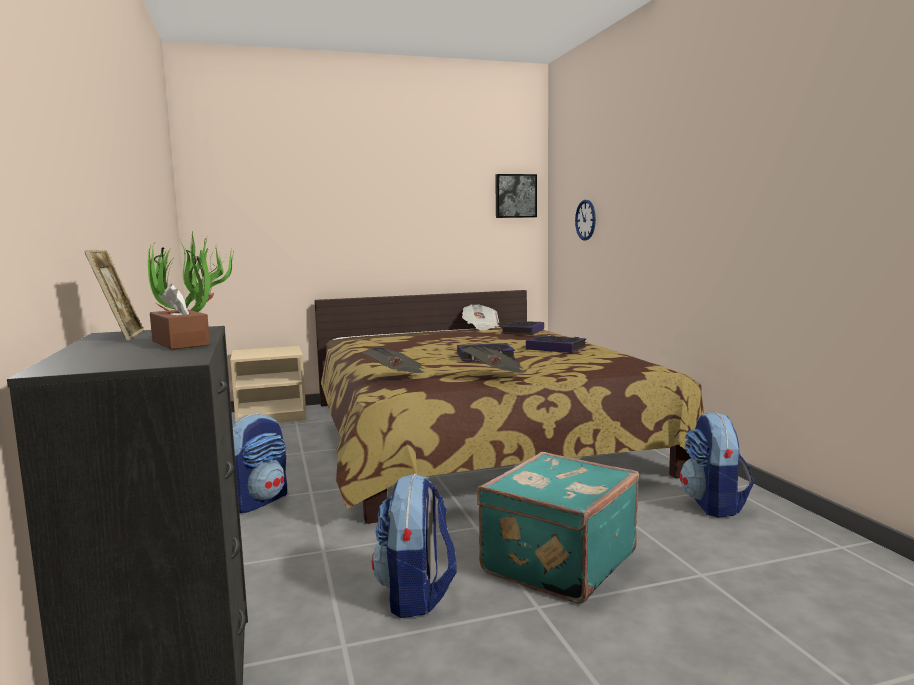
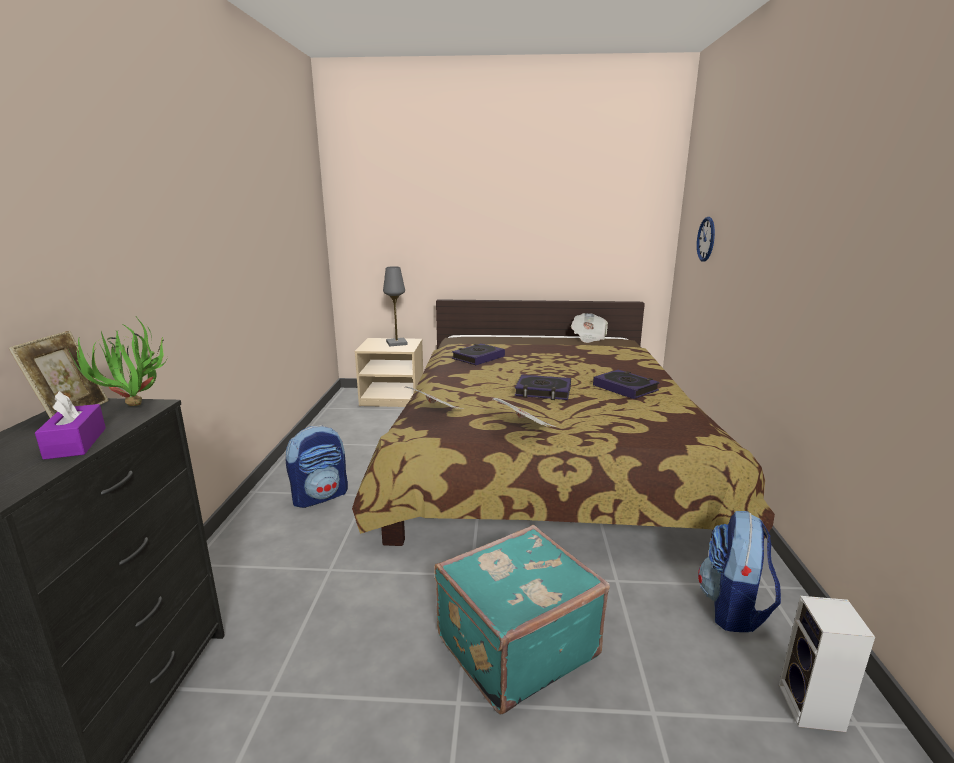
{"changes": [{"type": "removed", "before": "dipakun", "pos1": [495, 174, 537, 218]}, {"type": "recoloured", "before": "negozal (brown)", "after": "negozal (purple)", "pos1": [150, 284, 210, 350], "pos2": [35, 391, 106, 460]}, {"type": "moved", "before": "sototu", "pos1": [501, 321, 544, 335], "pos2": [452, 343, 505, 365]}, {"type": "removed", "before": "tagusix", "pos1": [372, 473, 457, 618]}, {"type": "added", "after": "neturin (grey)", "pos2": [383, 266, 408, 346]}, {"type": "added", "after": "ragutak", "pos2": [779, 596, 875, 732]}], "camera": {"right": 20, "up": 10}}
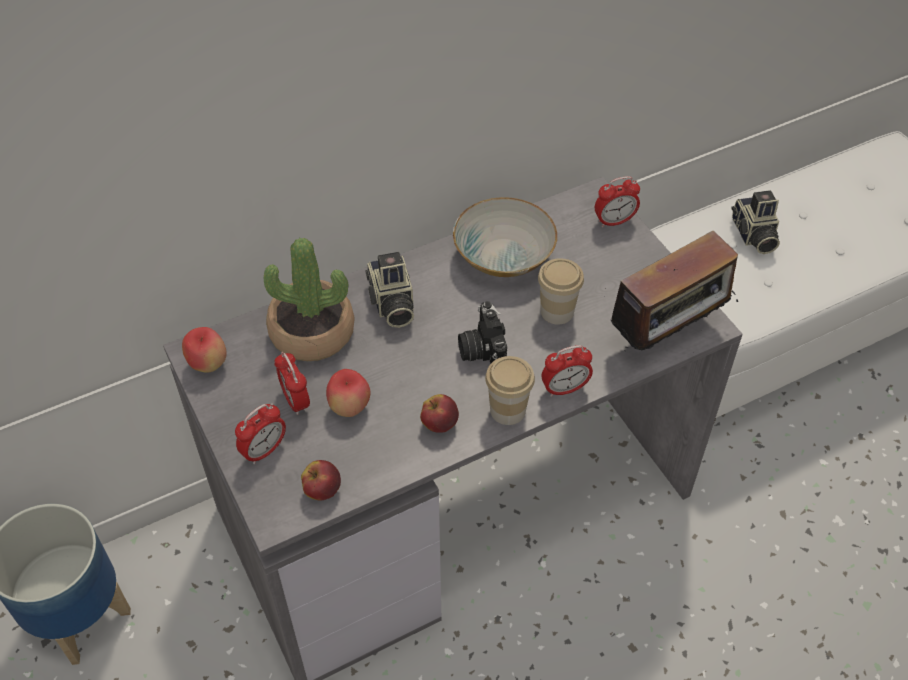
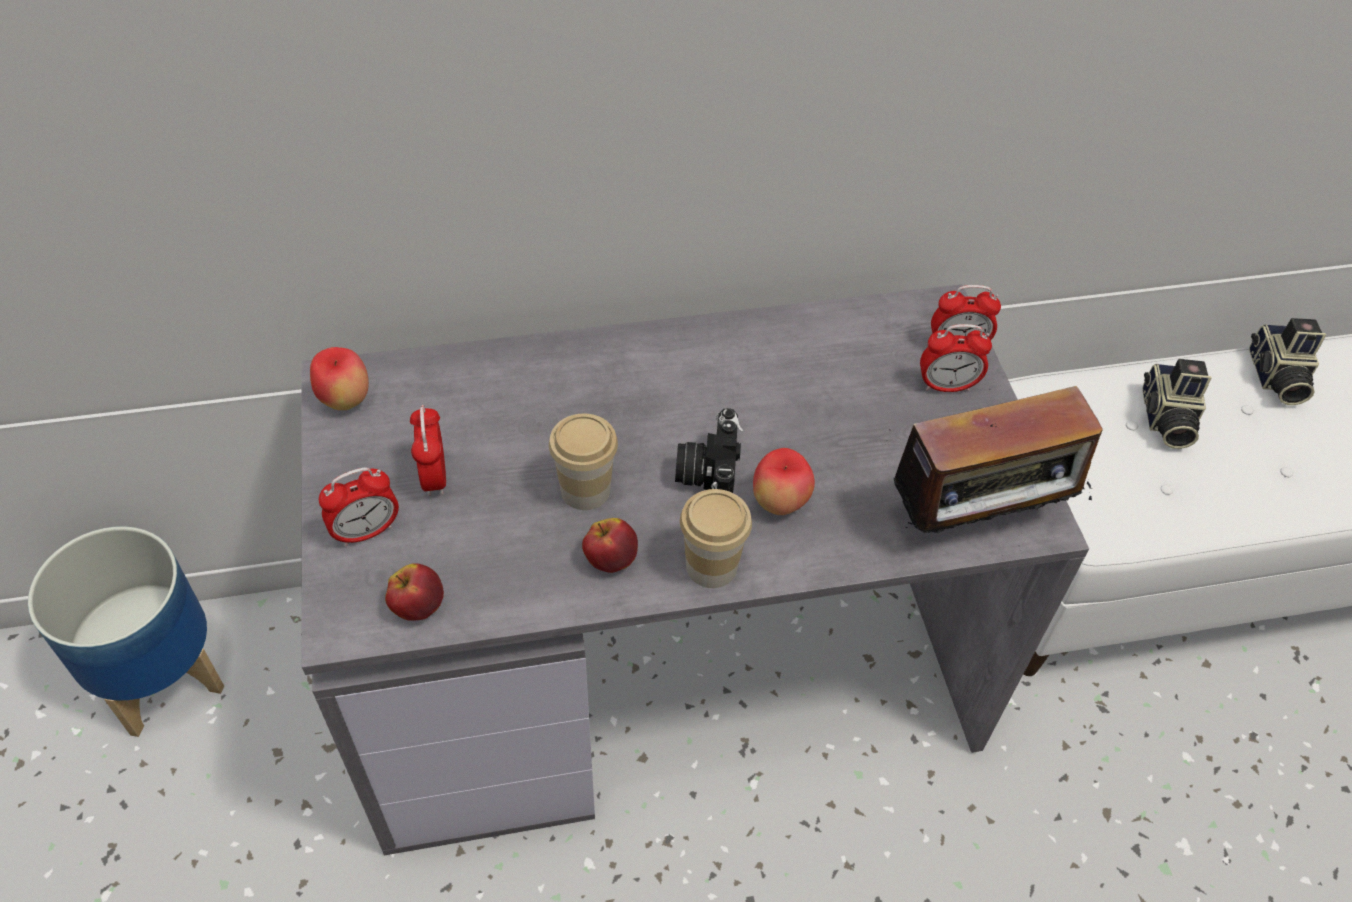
{"changes": [{"type": "removed", "before": "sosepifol", "pos1": [453, 197, 557, 277]}, {"type": "removed", "before": "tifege", "pos1": [263, 238, 355, 361]}, {"type": "moved", "before": "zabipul", "pos1": [365, 252, 414, 328], "pos2": [1249, 318, 1326, 405]}, {"type": "moved", "before": "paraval", "pos1": [538, 258, 584, 325], "pos2": [549, 414, 618, 510]}, {"type": "moved", "before": "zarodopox", "pos1": [542, 345, 593, 397], "pos2": [920, 324, 992, 392]}, {"type": "moved", "before": "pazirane", "pos1": [326, 369, 371, 417], "pos2": [753, 448, 815, 515]}], "camera": {"right": 15, "up": 0}}
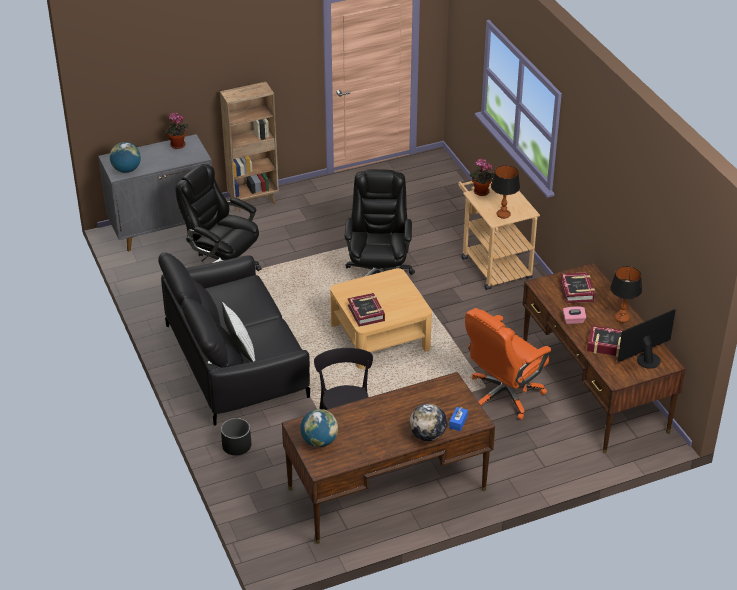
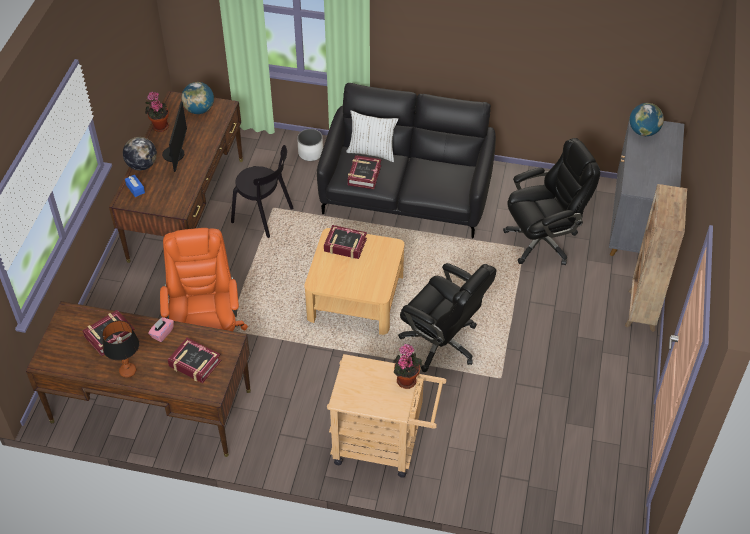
{"changes": [{"type": "moved", "before": "tifege", "pos1": [164, 113, 188, 149], "pos2": [145, 92, 169, 132]}, {"type": "removed", "before": "neturin", "pos1": [491, 165, 520, 219]}, {"type": "moved", "before": "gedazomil", "pos1": [618, 309, 676, 369], "pos2": [162, 101, 187, 172]}, {"type": "recoloured", "before": "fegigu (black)", "after": "fegigu (white)", "pos1": [221, 418, 251, 456], "pos2": [297, 129, 323, 161]}, {"type": "added", "after": "sototu", "pos2": [348, 155, 382, 189]}], "camera": {"right": 125, "up": 10}}
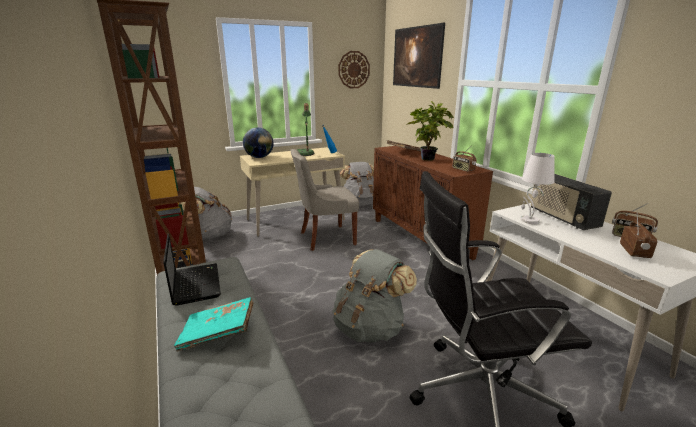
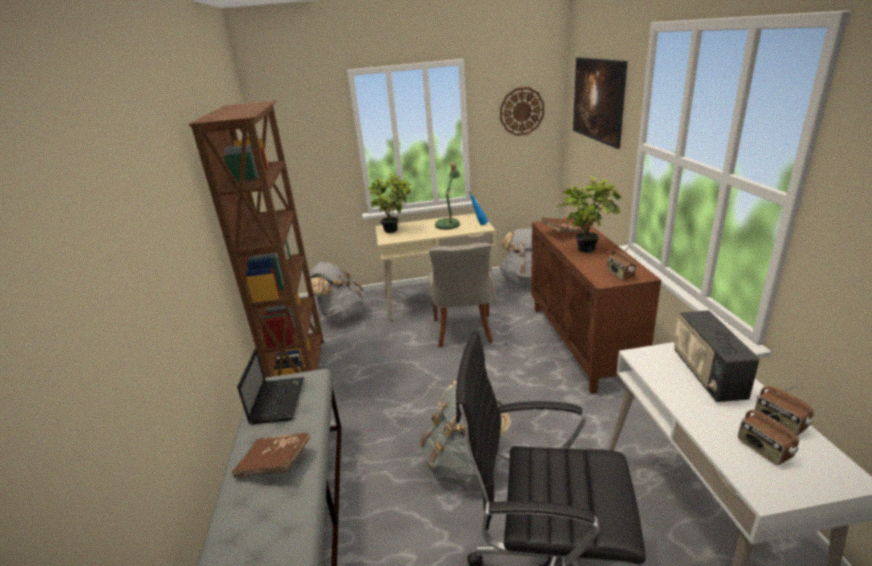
{"changes": [{"type": "replaced", "before": "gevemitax", "after": "tifege", "pos1": [243, 127, 274, 158], "pos2": [366, 173, 412, 233]}, {"type": "turned", "before": "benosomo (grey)", "pos1": [290, 149, 359, 251], "pos2": [429, 243, 493, 348], "turn": -90}, {"type": "removed", "before": "neturin (white)", "pos1": [521, 153, 555, 224]}, {"type": "turned", "before": "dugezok", "pos1": [620, 214, 657, 258], "pos2": [738, 410, 799, 465], "turn": 120}, {"type": "recoloured", "before": "sototu (turquoise)", "after": "sototu (brown)", "pos1": [174, 297, 253, 352], "pos2": [231, 433, 310, 478]}], "camera": {"right": 20, "up": 5}}
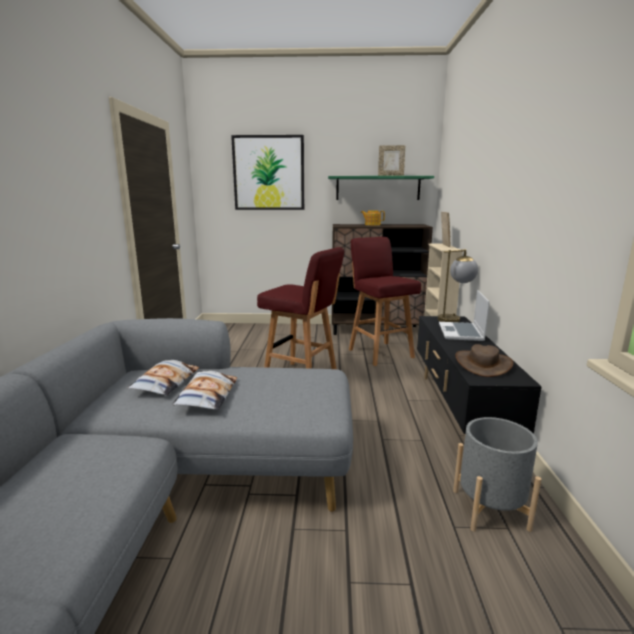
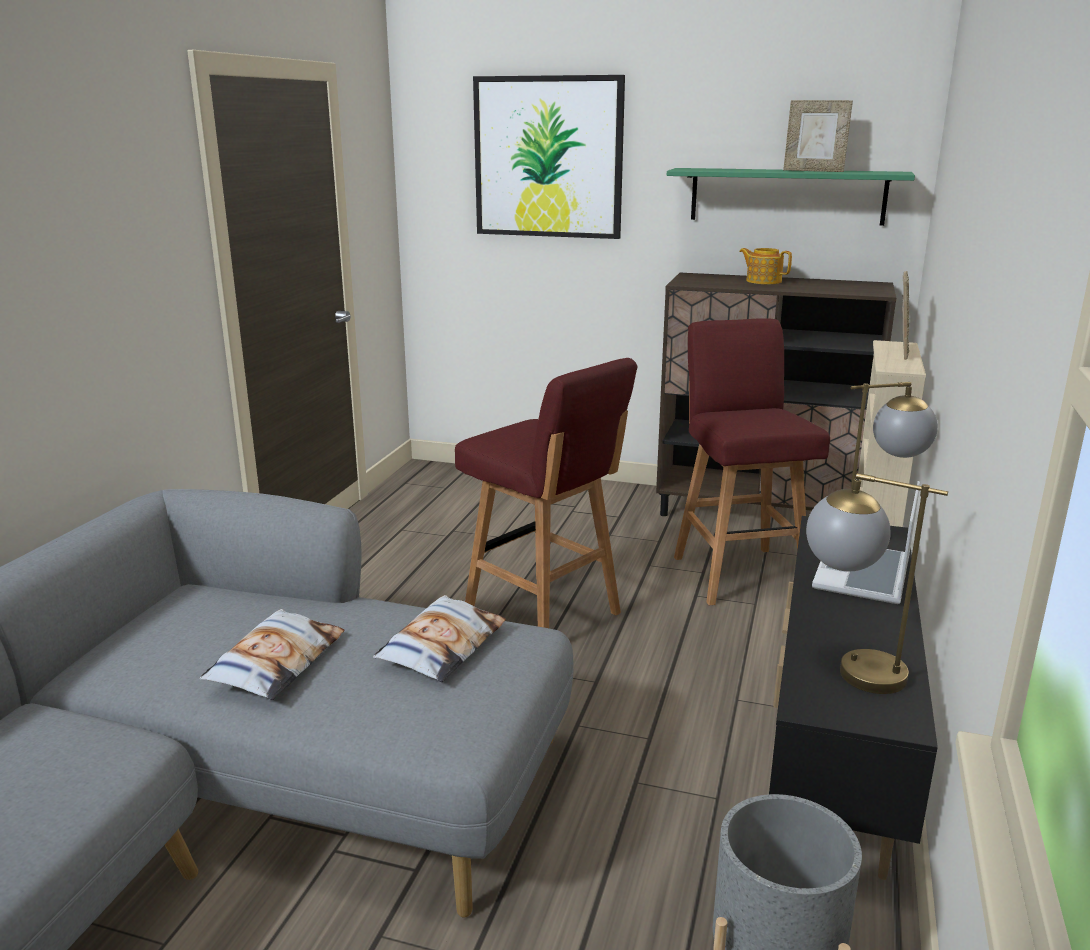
{"changes": [{"type": "replaced", "before": "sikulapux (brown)", "after": "neturin", "pos1": [455, 344, 513, 377], "pos2": [806, 473, 948, 694]}, {"type": "moved", "before": "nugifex", "pos1": [127, 360, 199, 395], "pos2": [373, 595, 506, 682]}], "camera": {"right": 15, "up": 5}}
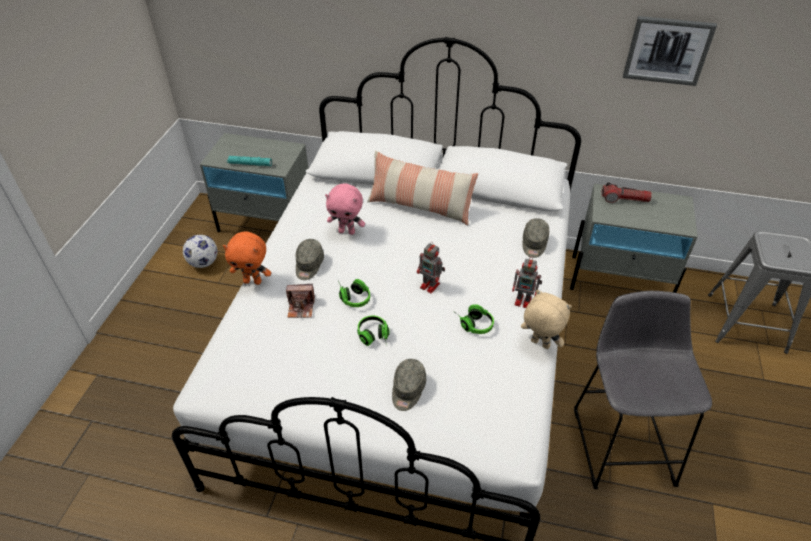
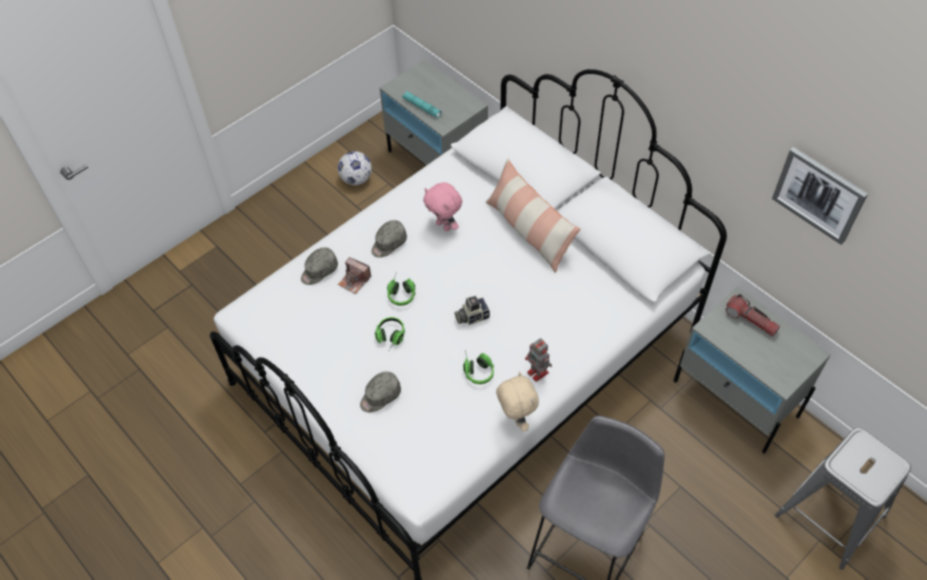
{"changes": [{"type": "moved", "before": "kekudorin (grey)", "pos1": [523, 218, 549, 258], "pos2": [301, 247, 338, 285]}, {"type": "removed", "before": "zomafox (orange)", "pos1": [223, 231, 271, 285]}, {"type": "replaced", "before": "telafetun", "after": "zabipul", "pos1": [417, 242, 445, 293], "pos2": [455, 296, 490, 325]}], "camera": {"right": 35, "up": 10}}
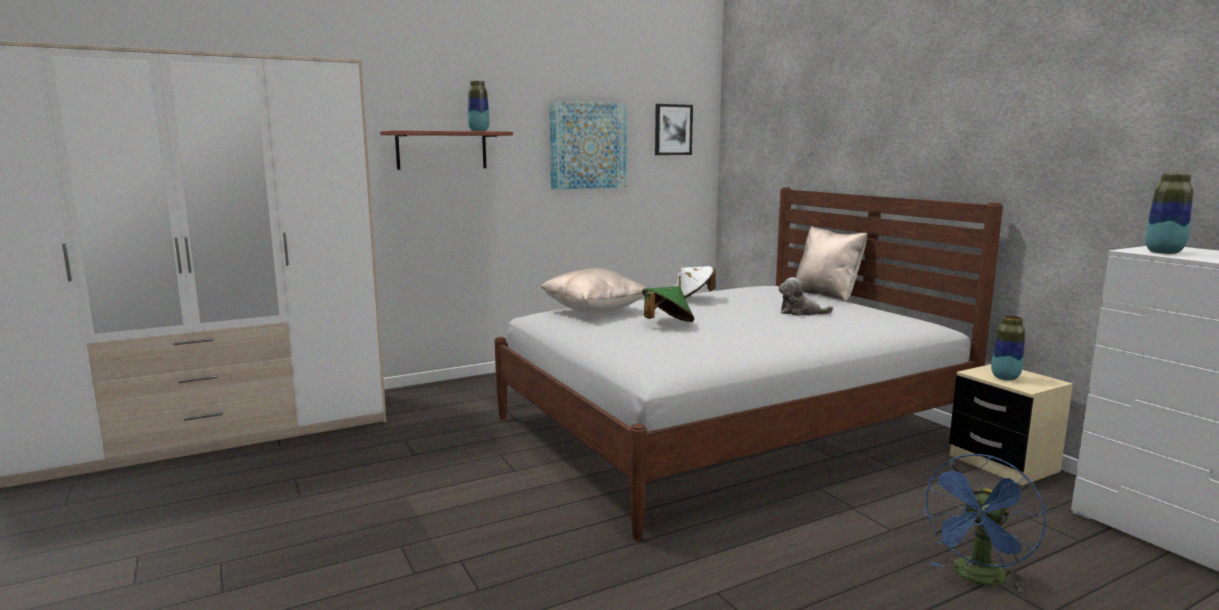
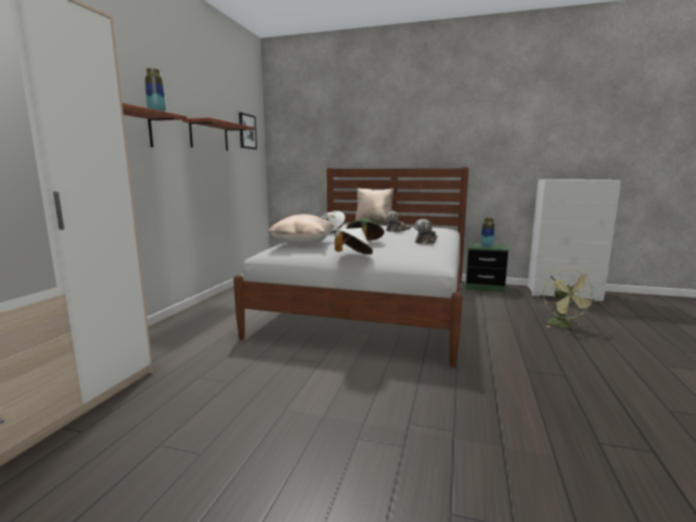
{"changes": [{"type": "replaced", "before": "dipakun", "after": "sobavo", "pos1": [549, 101, 627, 189], "pos2": [182, 118, 254, 151]}, {"type": "removed", "before": "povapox", "pos1": [1145, 173, 1193, 254]}, {"type": "recoloured", "before": "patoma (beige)", "after": "patoma (green)", "pos1": [949, 364, 1073, 486], "pos2": [466, 243, 508, 292]}, {"type": "recoloured", "before": "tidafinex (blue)", "after": "tidafinex (green)", "pos1": [921, 454, 1046, 592], "pos2": [543, 268, 596, 328]}, {"type": "added", "after": "zomafox", "pos2": [414, 219, 438, 244]}, {"type": "added", "after": "sikulapux (white)", "pos2": [333, 228, 373, 254]}], "camera": {"right": -45, "up": 0}}
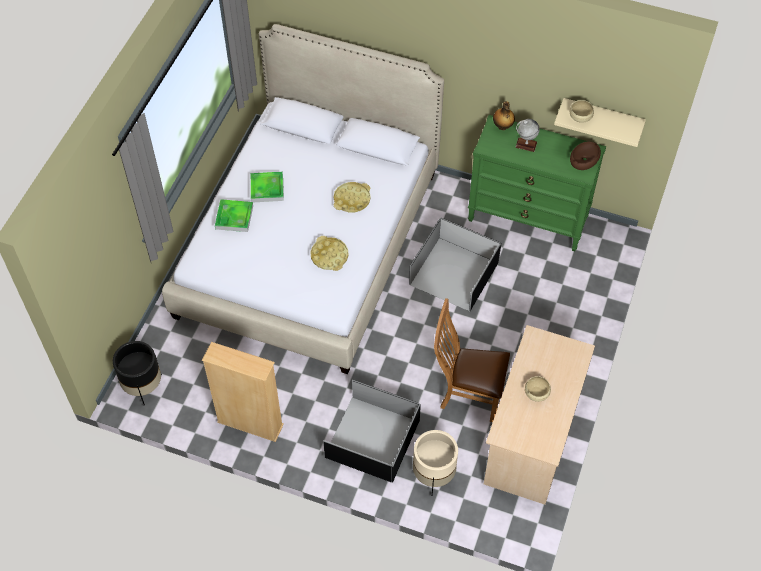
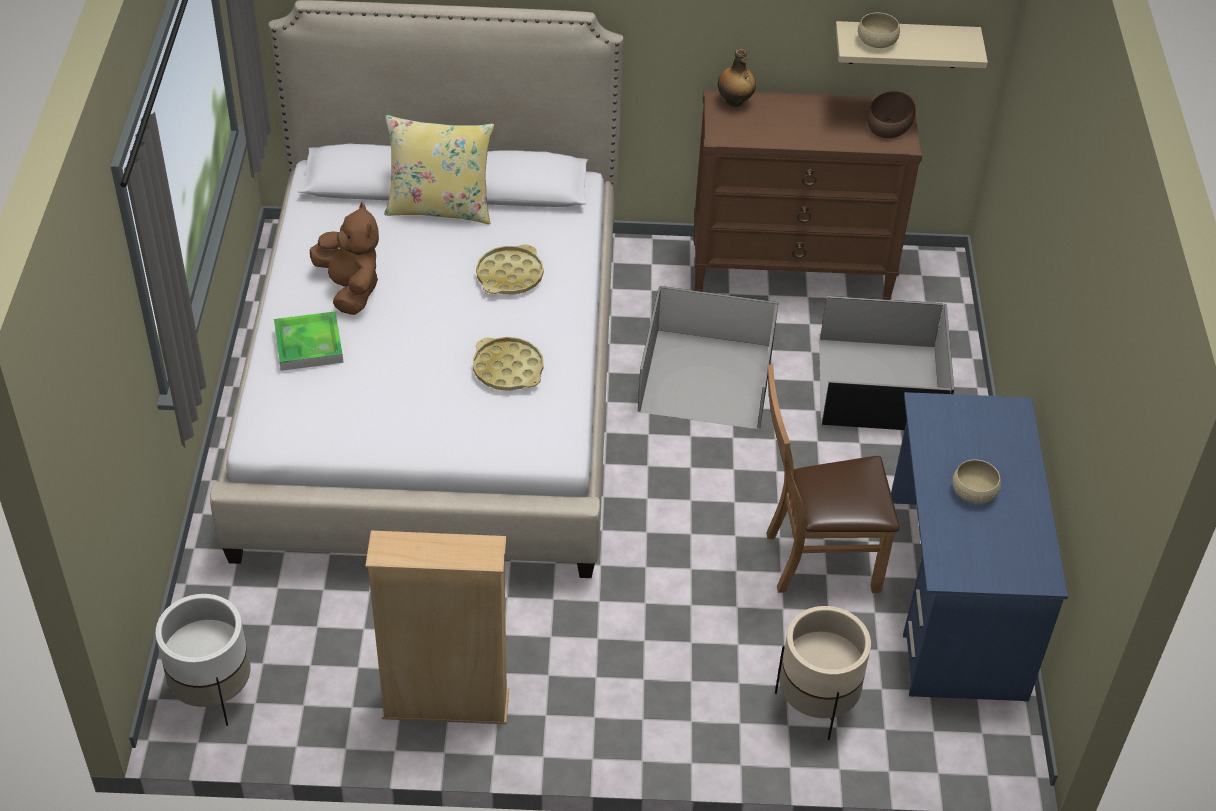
{"changes": [{"type": "recoloured", "before": "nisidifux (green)", "after": "nisidifux (brown)", "pos1": [468, 115, 606, 251], "pos2": [693, 90, 922, 300]}, {"type": "removed", "before": "gevemitax", "pos1": [515, 119, 540, 152]}, {"type": "replaced", "before": "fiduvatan", "after": "zomafox (brown)", "pos1": [251, 172, 284, 202], "pos2": [310, 203, 379, 315]}, {"type": "recoloured", "before": "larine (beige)", "after": "larine (blue)", "pos1": [484, 325, 595, 505], "pos2": [891, 392, 1068, 701]}, {"type": "recoloured", "before": "fegigu (black)", "after": "fegigu (white)", "pos1": [113, 341, 162, 406], "pos2": [156, 594, 250, 726]}, {"type": "moved", "before": "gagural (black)", "pos1": [323, 380, 421, 483], "pos2": [819, 296, 954, 430]}, {"type": "added", "after": "nugifex (yellow)", "pos2": [384, 115, 494, 224]}], "camera": {"right": -20, "up": -10}}
